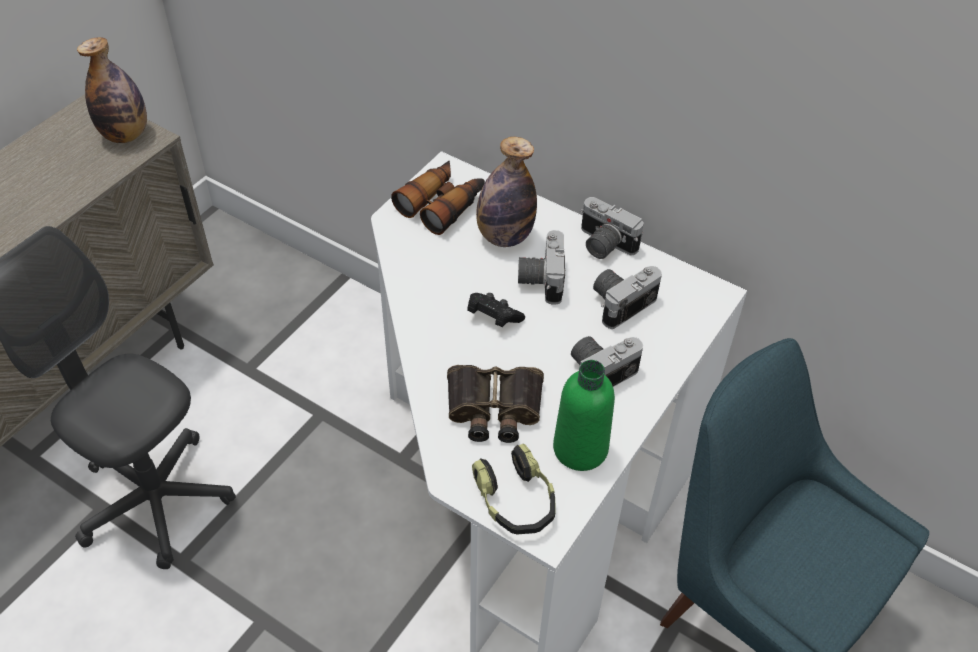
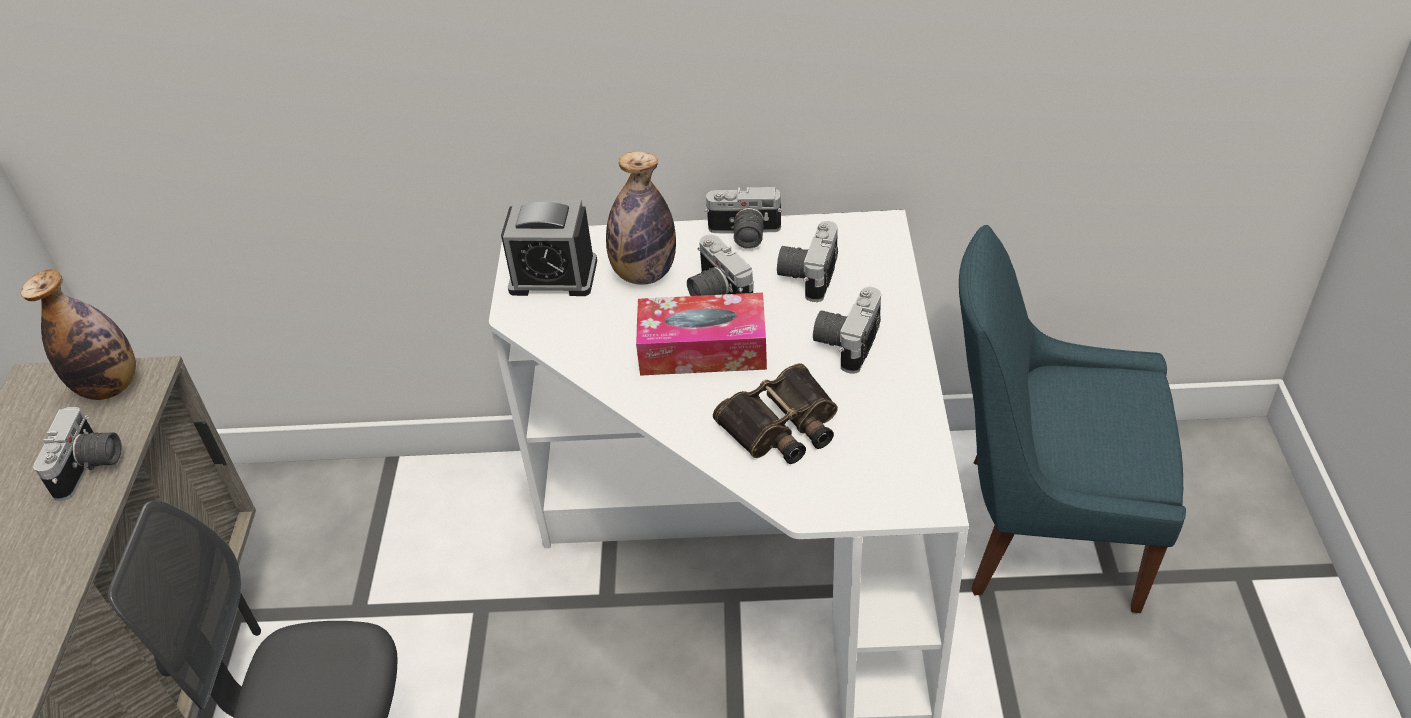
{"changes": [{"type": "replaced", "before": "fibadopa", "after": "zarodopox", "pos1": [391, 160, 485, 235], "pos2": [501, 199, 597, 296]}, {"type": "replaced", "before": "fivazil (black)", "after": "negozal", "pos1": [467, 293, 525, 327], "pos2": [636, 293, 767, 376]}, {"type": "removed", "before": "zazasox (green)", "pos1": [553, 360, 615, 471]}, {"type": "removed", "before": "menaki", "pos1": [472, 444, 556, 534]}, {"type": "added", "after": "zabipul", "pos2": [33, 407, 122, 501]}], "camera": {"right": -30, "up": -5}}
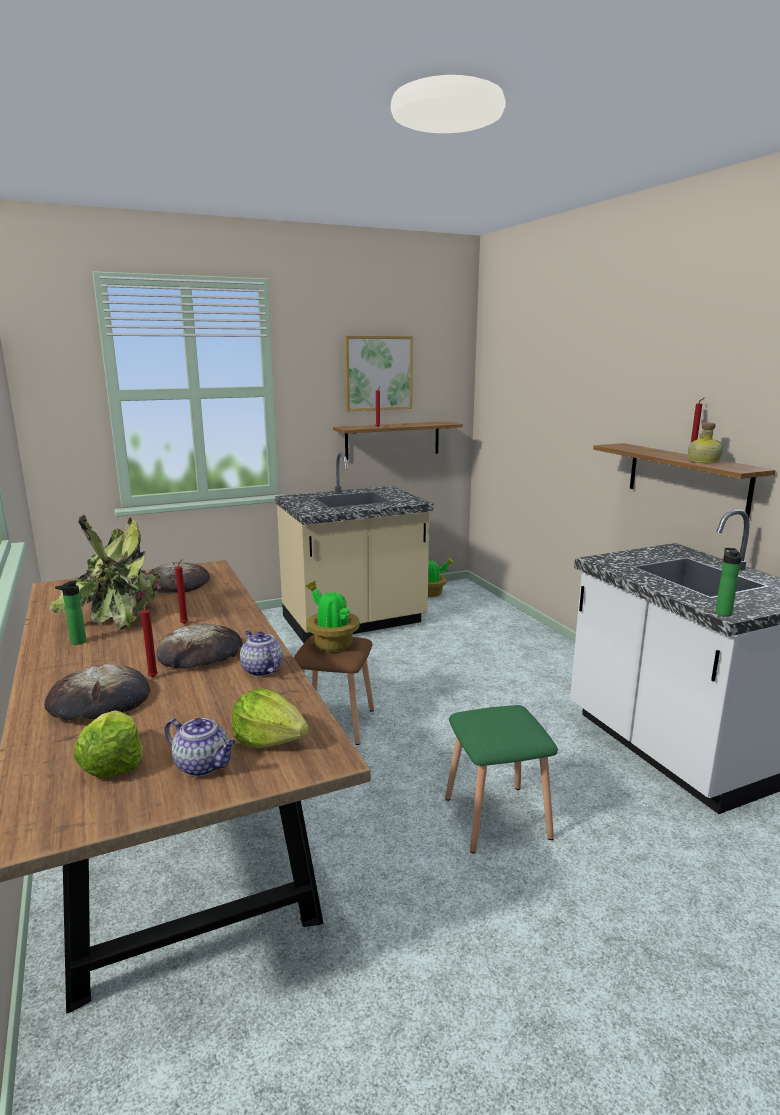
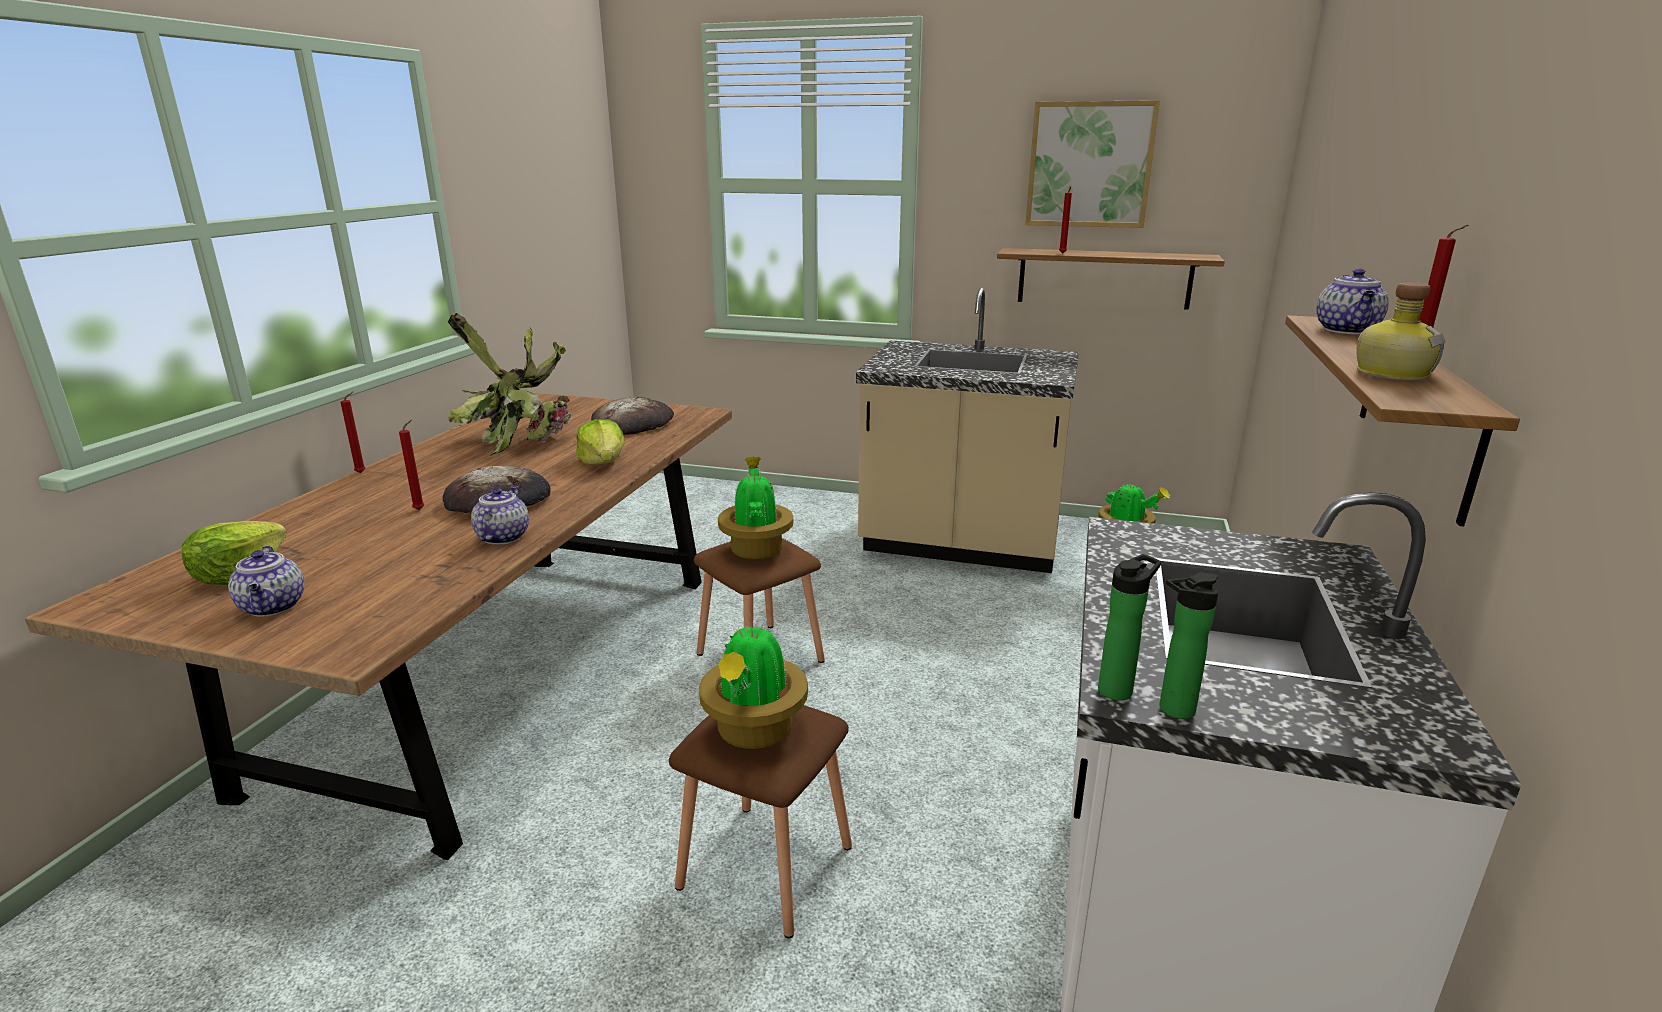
{"changes": [{"type": "moved", "before": "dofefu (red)", "pos1": [175, 559, 188, 624], "pos2": [341, 392, 366, 473]}, {"type": "moved", "before": "zazasox", "pos1": [55, 580, 86, 645], "pos2": [1160, 573, 1218, 719]}, {"type": "removed", "before": "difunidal", "pos1": [44, 664, 150, 721]}, {"type": "moved", "before": "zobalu", "pos1": [232, 688, 309, 748], "pos2": [576, 419, 625, 465]}, {"type": "recoloured", "before": "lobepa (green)", "after": "lobepa (brown)", "pos1": [445, 705, 558, 854], "pos2": [669, 705, 852, 938]}, {"type": "added", "after": "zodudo", "pos2": [1316, 268, 1389, 334]}, {"type": "added", "after": "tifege", "pos2": [699, 617, 808, 749]}], "camera": {"right": 40, "up": 5}}
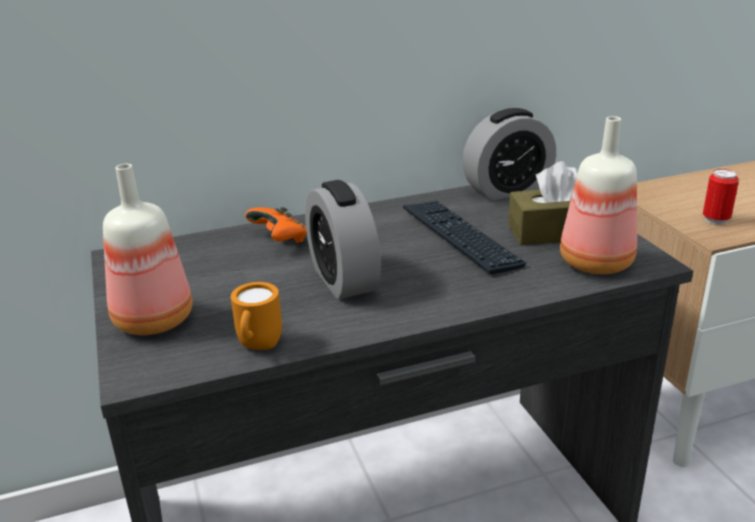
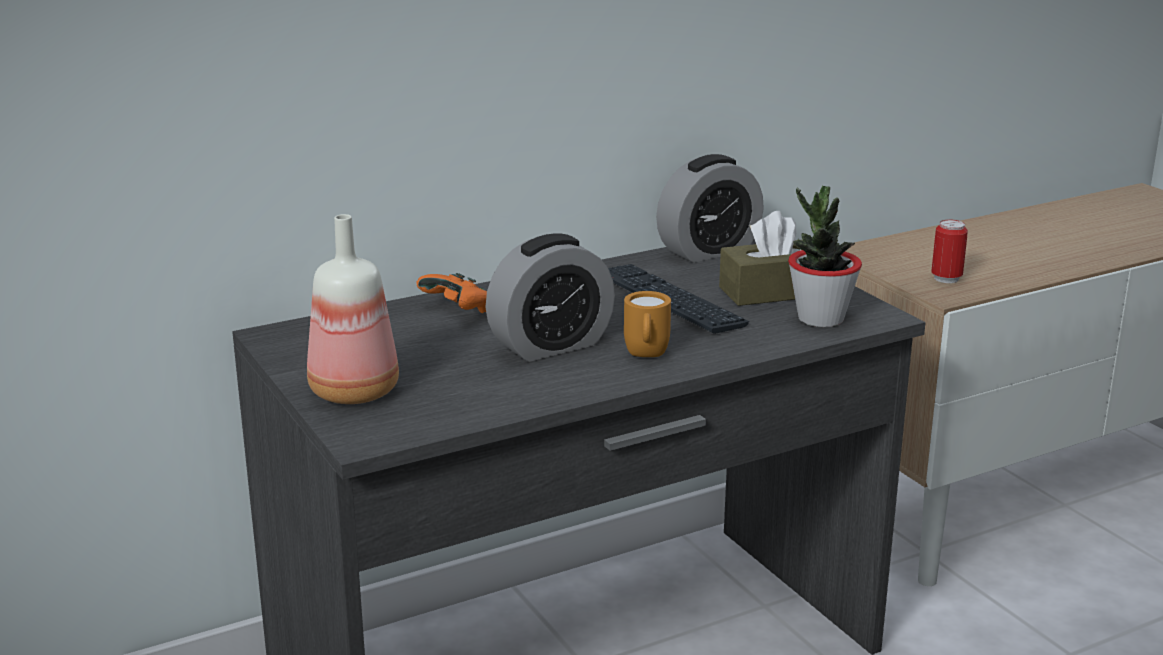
{"changes": [{"type": "replaced", "before": "zazasox", "after": "tifege", "pos1": [560, 116, 637, 274], "pos2": [788, 185, 862, 327]}, {"type": "turned", "before": "zarodopox", "pos1": [305, 180, 381, 299], "pos2": [486, 234, 615, 362], "turn": -90}, {"type": "moved", "before": "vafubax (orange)", "pos1": [231, 282, 282, 350], "pos2": [624, 291, 671, 357]}], "camera": {"right": -10, "up": -5}}
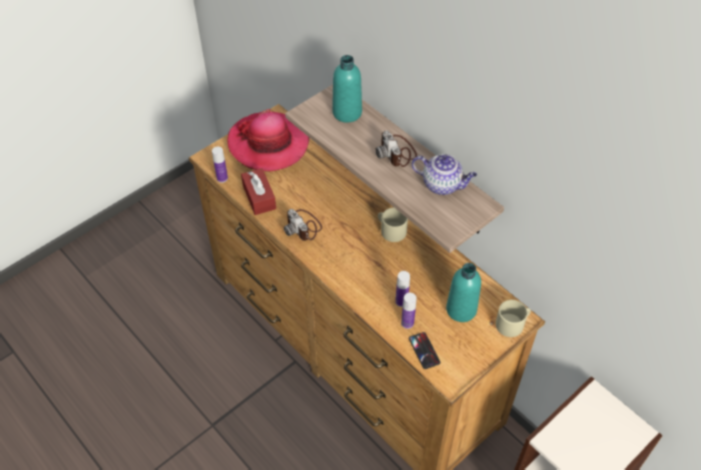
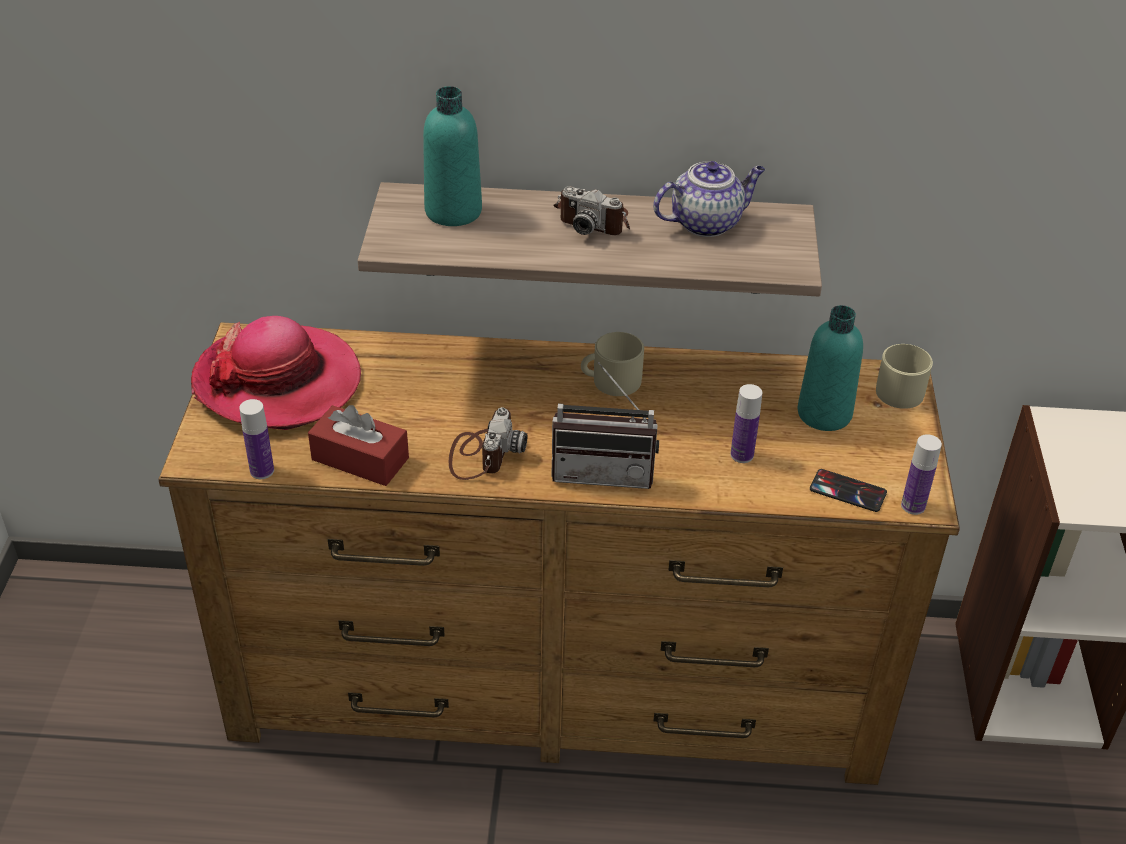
{"changes": [{"type": "turned", "before": "zabipul", "pos1": [284, 209, 322, 241], "pos2": [448, 407, 527, 480], "turn": -90}, {"type": "moved", "before": "zazasox", "pos1": [401, 293, 416, 329], "pos2": [901, 434, 942, 515]}, {"type": "added", "after": "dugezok", "pos2": [551, 362, 659, 489]}], "camera": {"right": -45, "up": -10}}
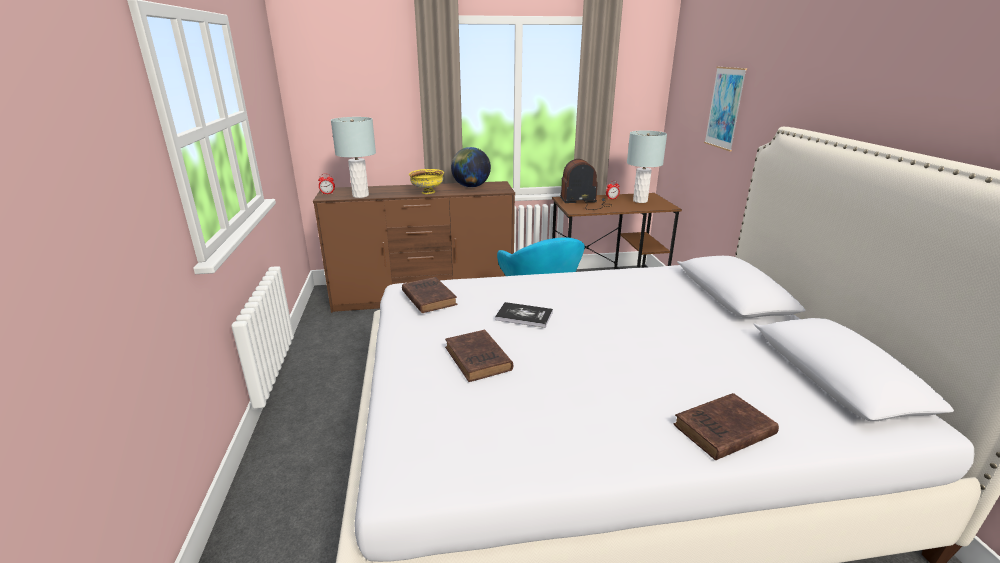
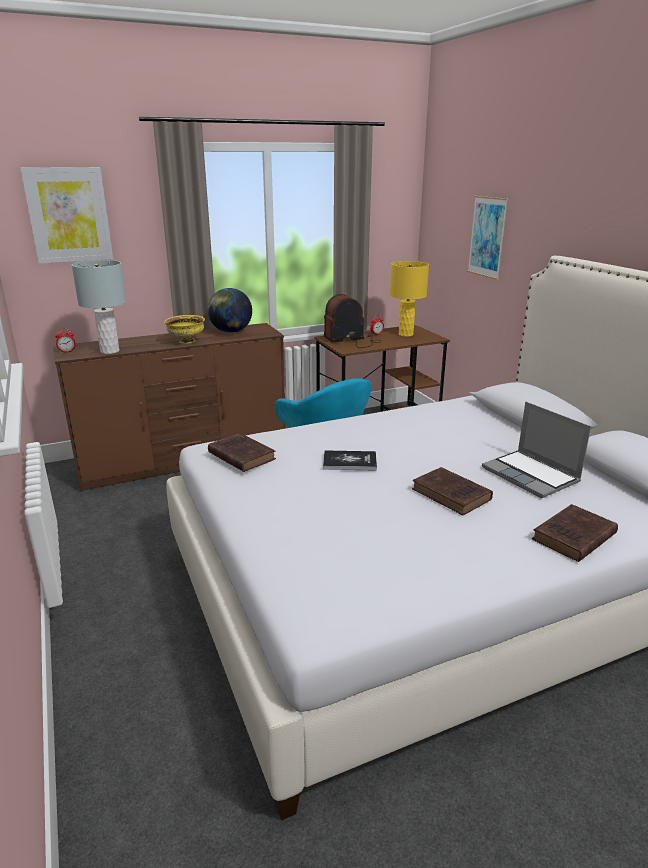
{"changes": [{"type": "recoloured", "before": "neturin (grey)", "after": "neturin (yellow)", "pos1": [627, 131, 667, 203], "pos2": [390, 261, 429, 337]}, {"type": "moved", "before": "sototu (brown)", "pos1": [445, 330, 513, 382], "pos2": [412, 467, 493, 515]}, {"type": "added", "after": "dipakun", "pos2": [20, 167, 113, 264]}, {"type": "added", "after": "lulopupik", "pos2": [482, 402, 591, 498]}], "camera": {"right": -15, "up": 0}}
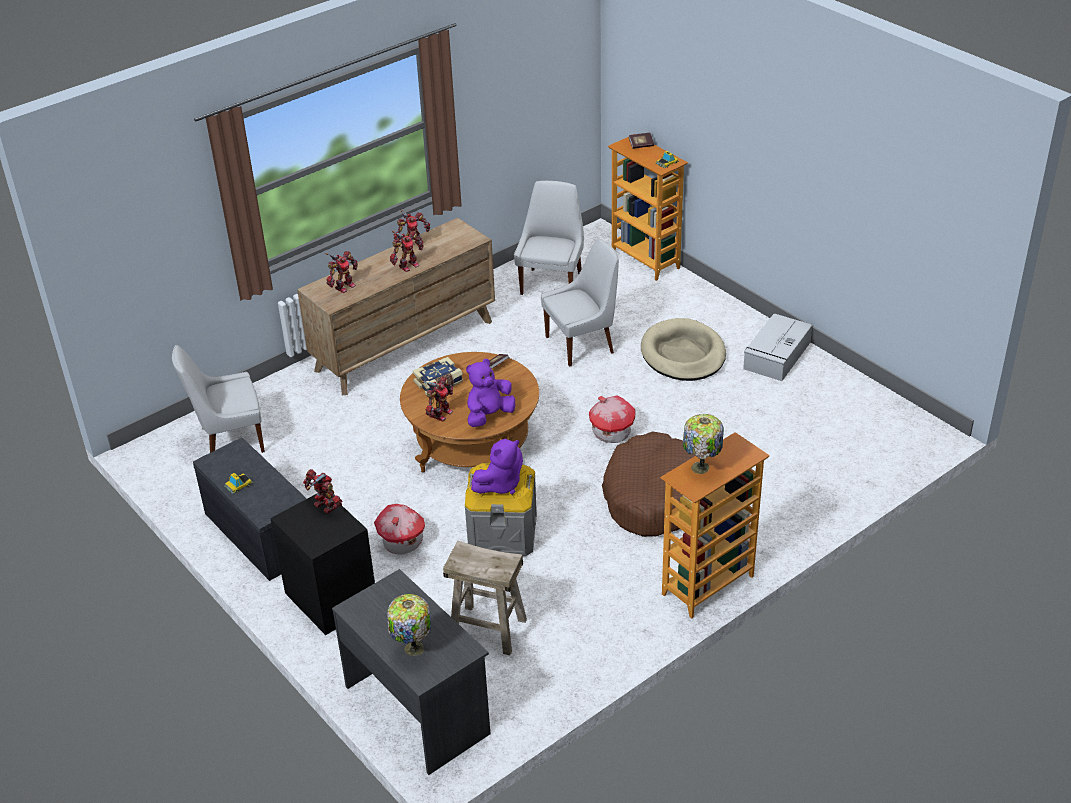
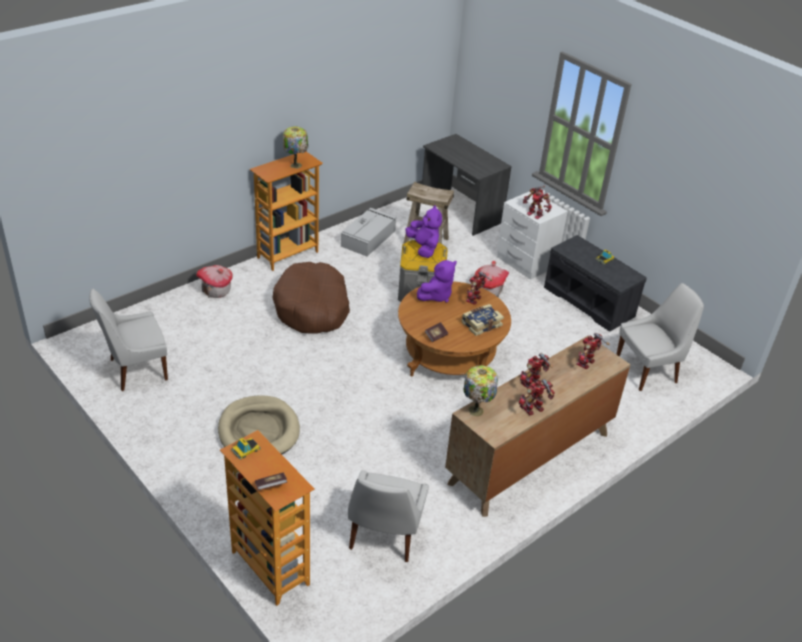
{"changes": [{"type": "moved", "before": "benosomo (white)", "pos1": [541, 239, 619, 367], "pos2": [89, 288, 168, 391]}, {"type": "moved", "before": "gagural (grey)", "pos1": [743, 314, 813, 381], "pos2": [341, 208, 397, 256]}, {"type": "moved", "before": "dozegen", "pos1": [589, 395, 635, 443], "pos2": [196, 265, 233, 298]}, {"type": "turned", "before": "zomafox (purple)", "pos1": [471, 439, 523, 494], "pos2": [406, 205, 442, 258], "turn": 105}, {"type": "recoloured", "before": "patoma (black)", "after": "patoma (white)", "pos1": [270, 494, 375, 635], "pos2": [497, 191, 568, 280]}, {"type": "moved", "before": "neturin", "pos1": [387, 594, 431, 656], "pos2": [463, 365, 498, 416]}], "camera": {"right": 175, "up": 0}}
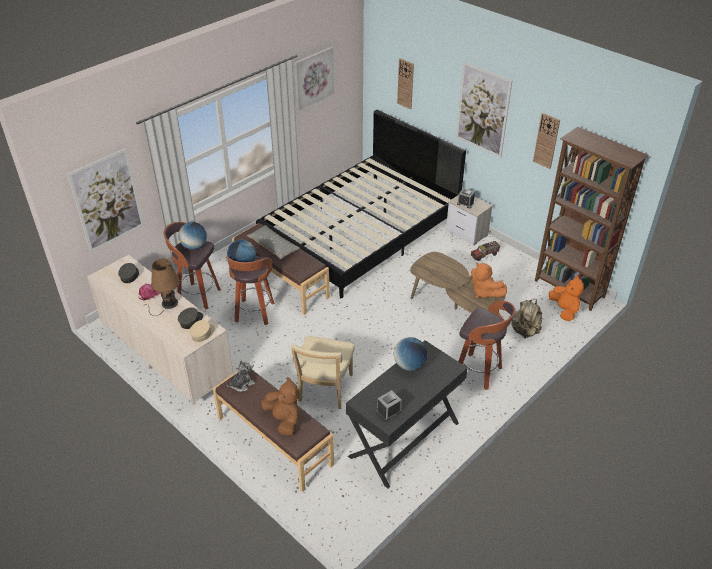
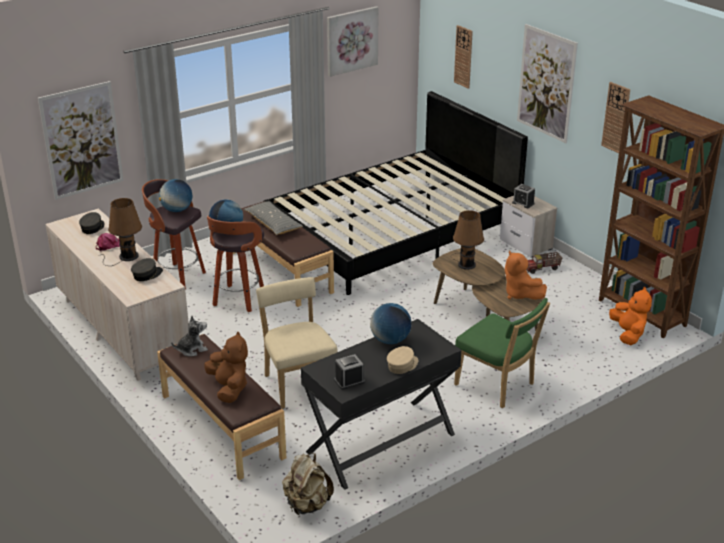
{"changes": [{"type": "moved", "before": "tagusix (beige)", "pos1": [511, 299, 542, 339], "pos2": [282, 453, 334, 515]}, {"type": "replaced", "before": "lobepa", "after": "benosomo (green)", "pos1": [458, 301, 516, 390], "pos2": [454, 298, 550, 408]}, {"type": "moved", "before": "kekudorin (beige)", "pos1": [189, 320, 215, 342], "pos2": [387, 346, 418, 374]}, {"type": "turned", "before": "benosomo (beige)", "pos1": [291, 336, 355, 409], "pos2": [256, 277, 337, 409], "turn": 135}, {"type": "added", "after": "neturin (brown)", "pos2": [451, 210, 484, 270]}], "camera": {"right": 10, "up": -10}}
